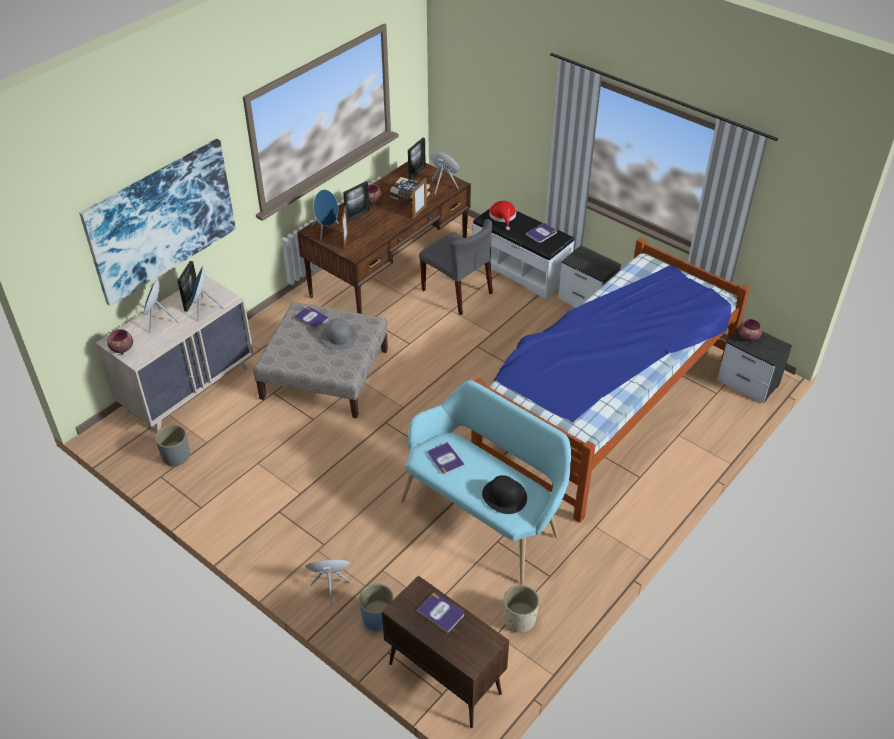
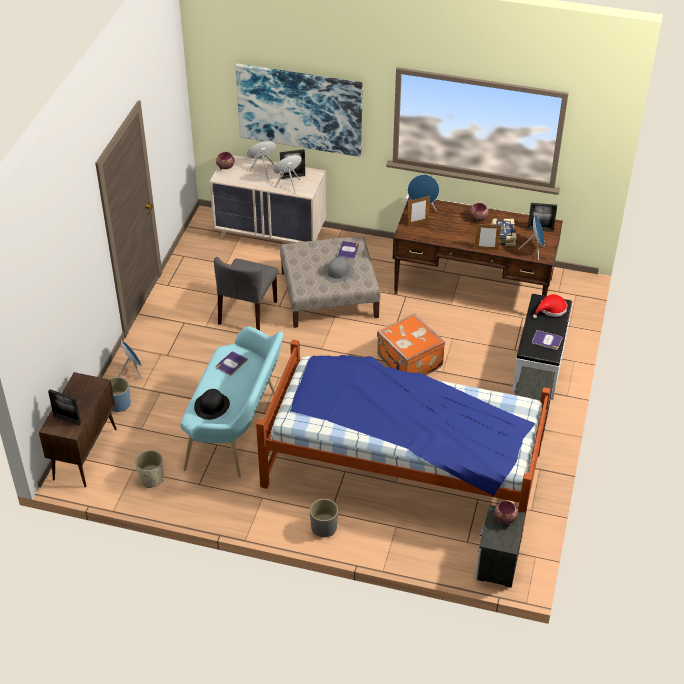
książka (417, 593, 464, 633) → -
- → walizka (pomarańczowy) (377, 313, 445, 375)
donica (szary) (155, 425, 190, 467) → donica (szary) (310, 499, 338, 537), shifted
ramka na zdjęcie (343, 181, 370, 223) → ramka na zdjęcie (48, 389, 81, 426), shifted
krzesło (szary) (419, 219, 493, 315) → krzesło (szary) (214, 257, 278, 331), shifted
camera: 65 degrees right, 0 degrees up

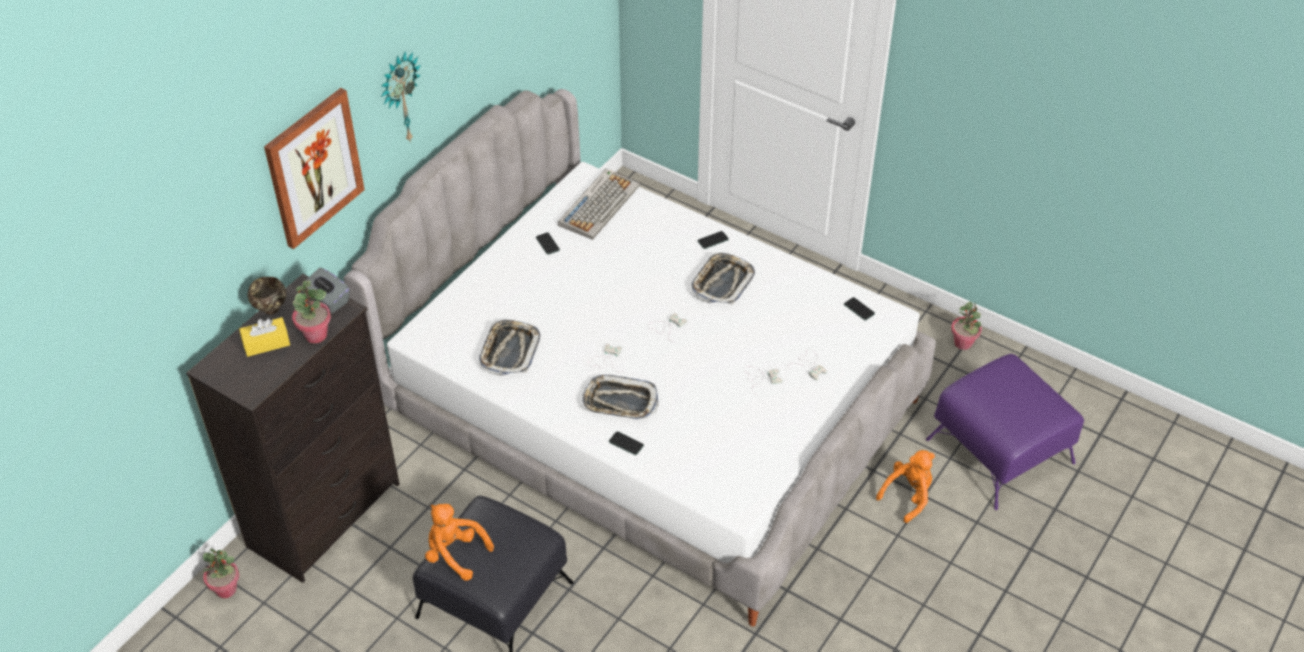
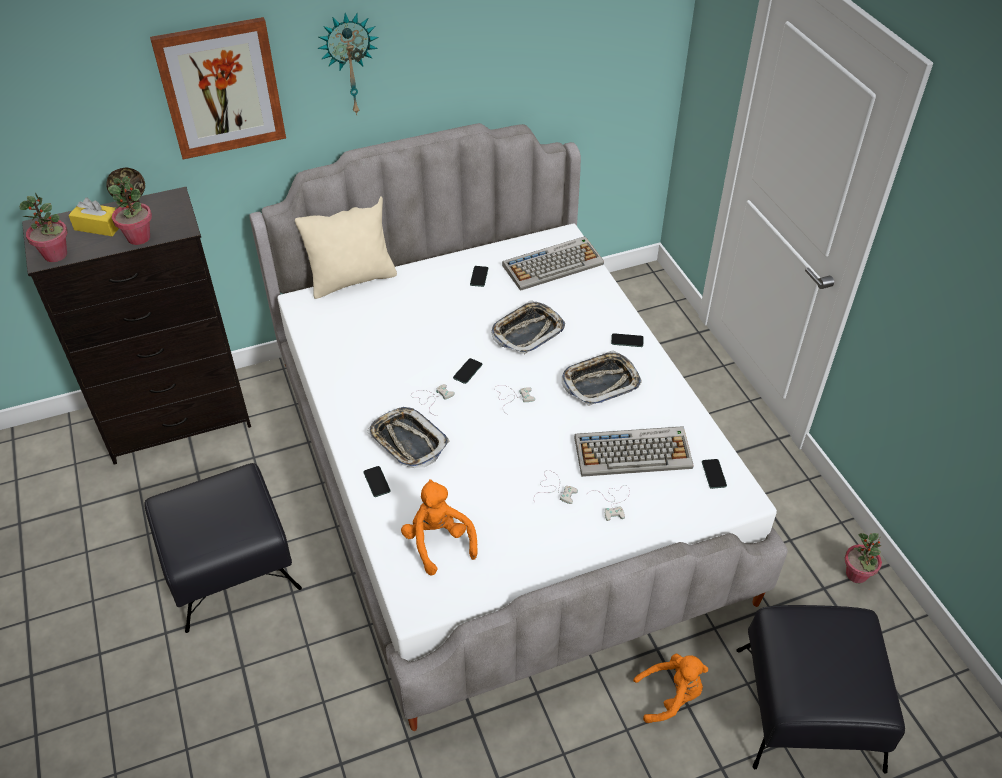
pudełko chusteczek (szary) (301, 268, 350, 314) → -
- → poduszka (beżowy) (295, 196, 397, 299)
- → telefon (453, 358, 482, 384)
- → klawiatura (575, 426, 693, 477)
roślina doniczkowa (203, 548, 239, 598) → roślina doniczkowa (20, 193, 68, 262), shifted
pluszak (pomarańczowy) (425, 504, 494, 580) → pluszak (pomarańczowy) (401, 479, 478, 575), shifted
taca (479, 319, 540, 376) → taca (491, 300, 565, 354), shifted
pufa (fioletowy) (926, 354, 1084, 510) → pufa (czarny) (736, 605, 905, 774)
camera: 35 degrees right, 0 degrees up

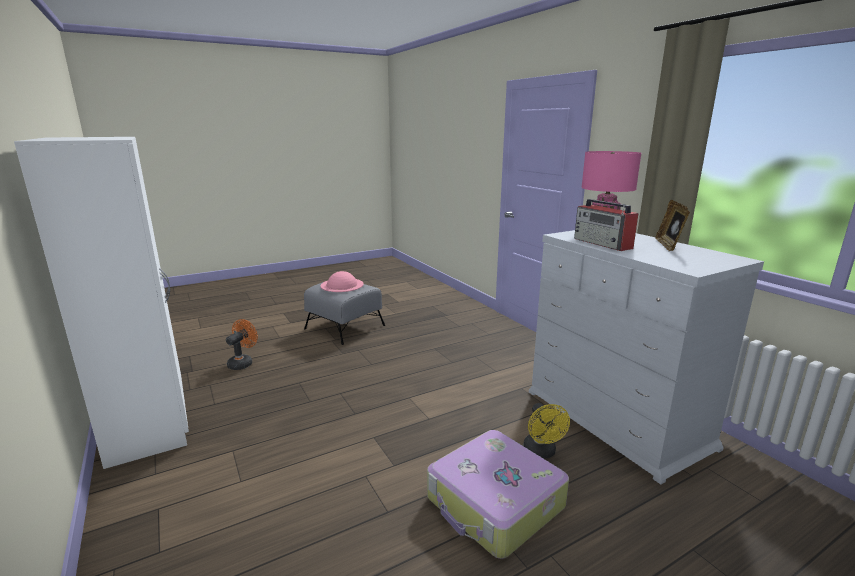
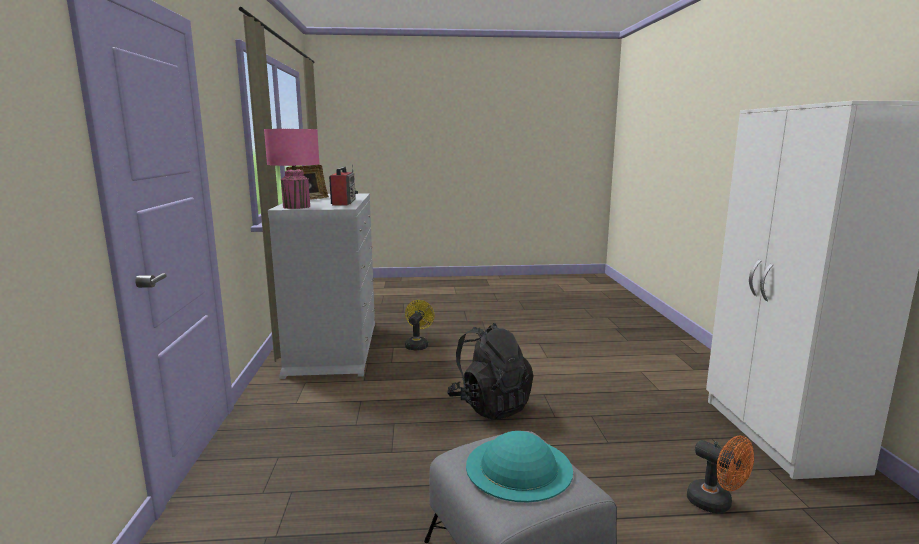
walizka (427, 430, 569, 559) → -
- → plecak (czarny) (447, 323, 533, 420)
kapelusz (różowy) (321, 271, 364, 292) → kapelusz (turkusowy) (466, 431, 573, 503)
wentylator (pomarańczowy) (226, 319, 258, 370) → wentylator (pomarańczowy) (687, 436, 754, 513), 90 degrees counterclockwise
camera: 155 degrees left, 5 degrees down

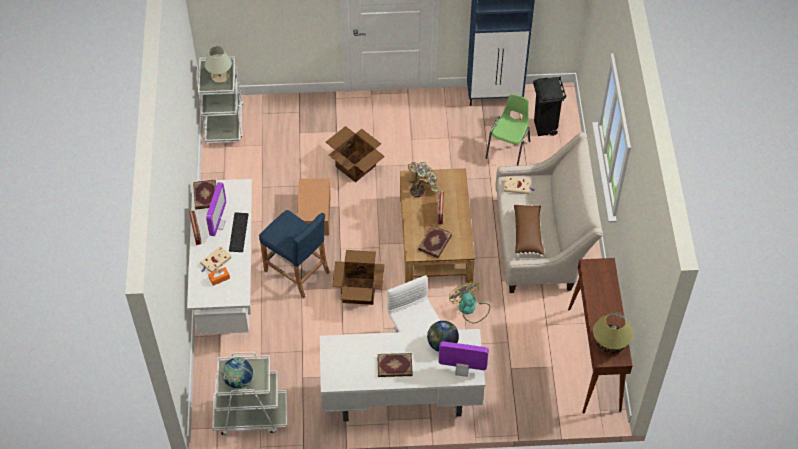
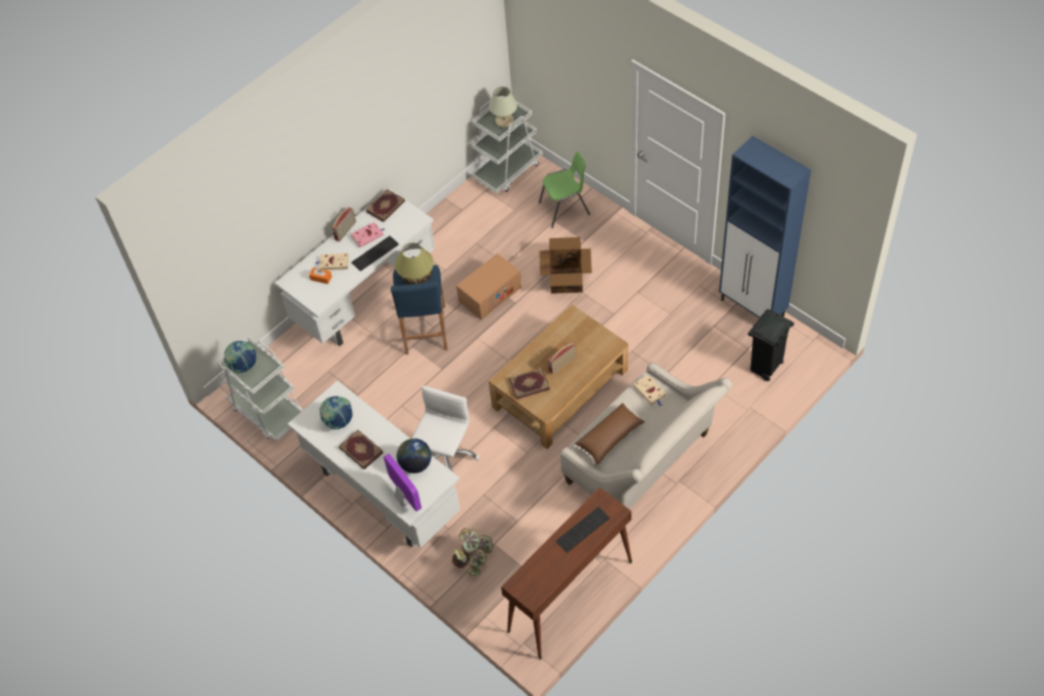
karton (332, 250, 385, 305) → -
wentylator (449, 281, 490, 323) → -
- → globus (319, 396, 352, 429)
- → klawiatura (556, 507, 610, 553)
roślina doniczkowa (408, 162, 439, 197) → roślina doniczkowa (452, 528, 493, 576), shifted
krzesło (zielony) (485, 94, 530, 166) → krzesło (zielony) (539, 151, 590, 228), shifted
lampa stołowa (593, 312, 633, 354) → lampa stołowa (395, 243, 434, 285), shifted
monitor (206, 182, 226, 236) → książka (różowy) (351, 222, 385, 247)
camera: 50 degrees right, 0 degrees up

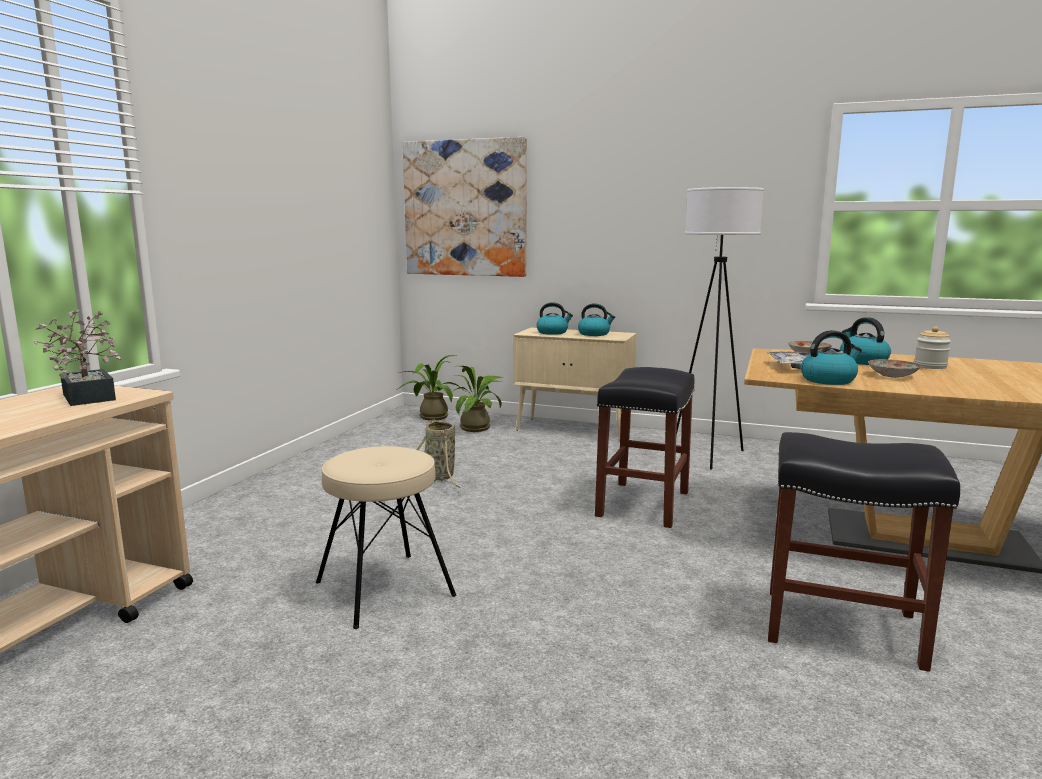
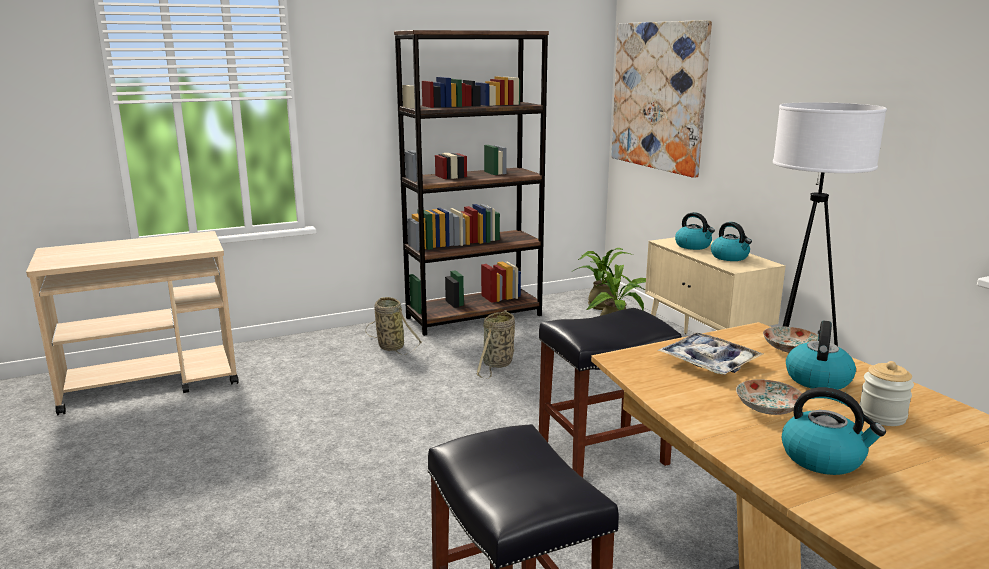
roślina doniczkowa (34, 309, 121, 406) → -
stołek (beżowy) (316, 446, 456, 629) → -
- → koszyk (365, 297, 422, 354)
- → regał (brązowy) (394, 30, 549, 336)
czajnik (801, 330, 862, 385) → czajnik (782, 387, 886, 475), shifted
camera: 45 degrees right, 5 degrees up

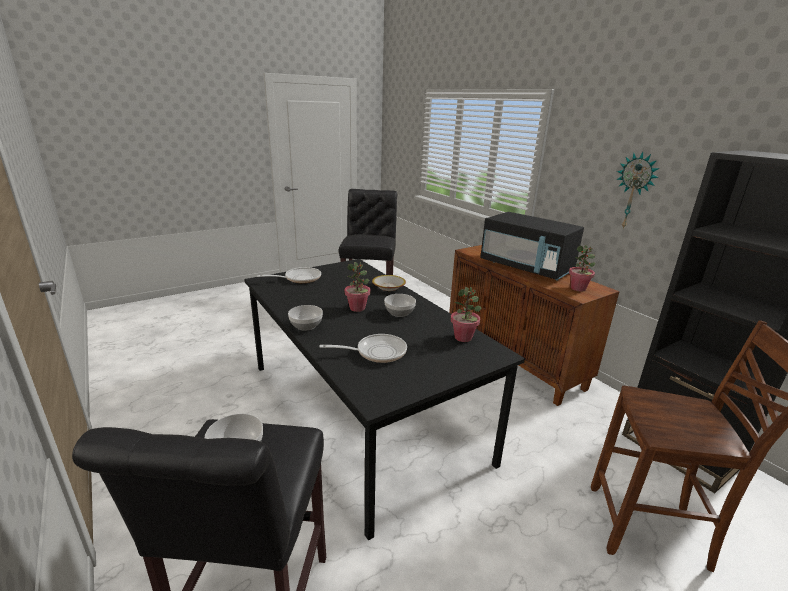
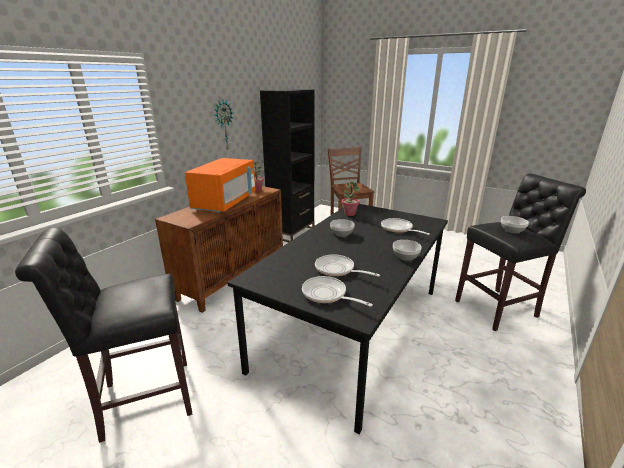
roślina doniczkowa (344, 262, 371, 312) → -
miska (372, 275, 406, 291) → -
- → patelnia (315, 254, 380, 277)
mikrofalówka (czarny) (480, 212, 584, 280) → mikrofalówka (pomarańczowy) (185, 158, 256, 213)
camera: 115 degrees left, 0 degrees up

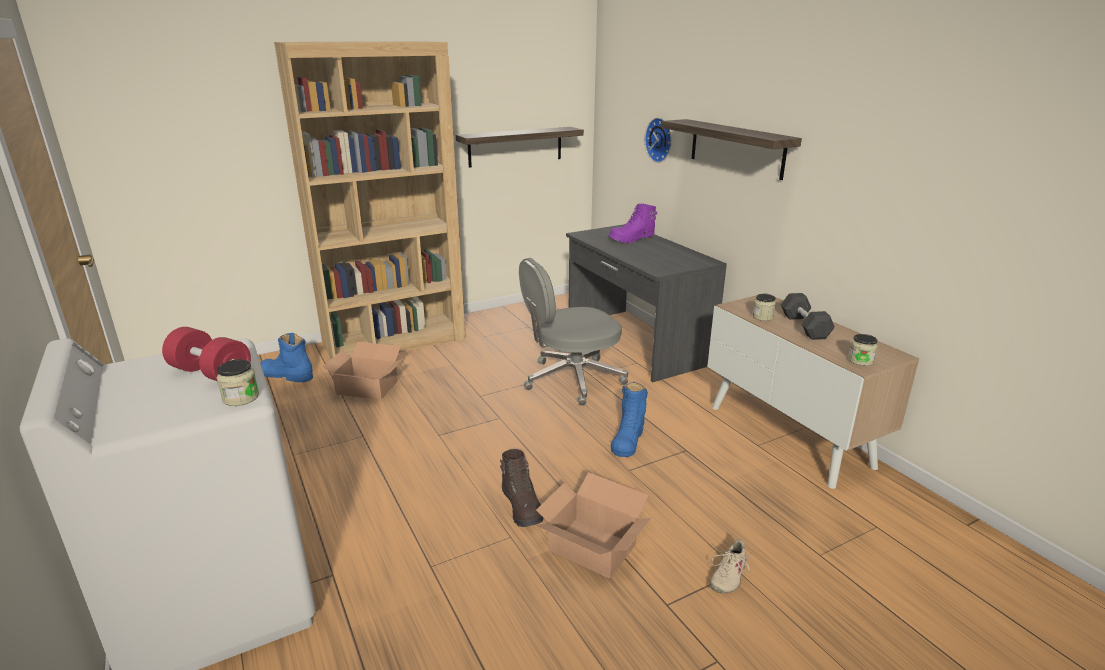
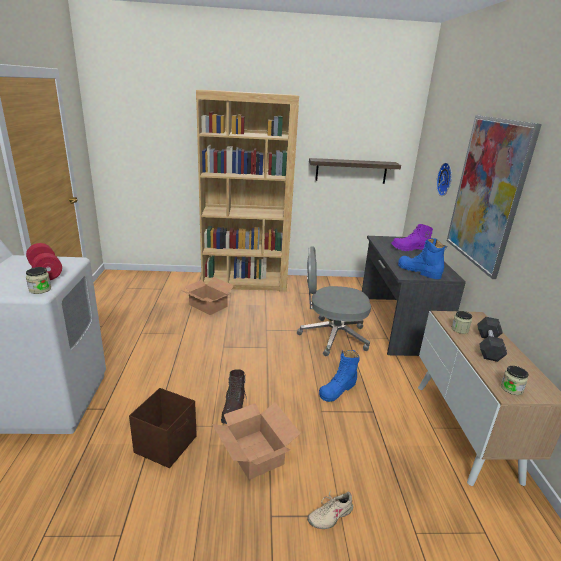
- → pojemnik do przechowywania (brązowy) (129, 388, 197, 468)
but z cholewką (niebieski) (260, 333, 313, 382) → but z cholewką (niebieski) (398, 238, 447, 279), shifted
półka (662, 119, 802, 180) → obraz (447, 115, 542, 279)
camera: 25 degrees right, 0 degrees up

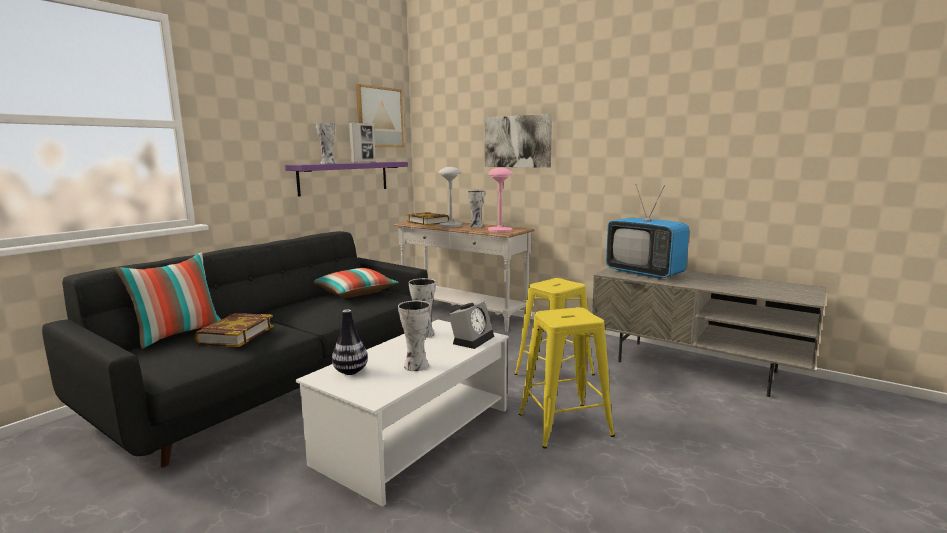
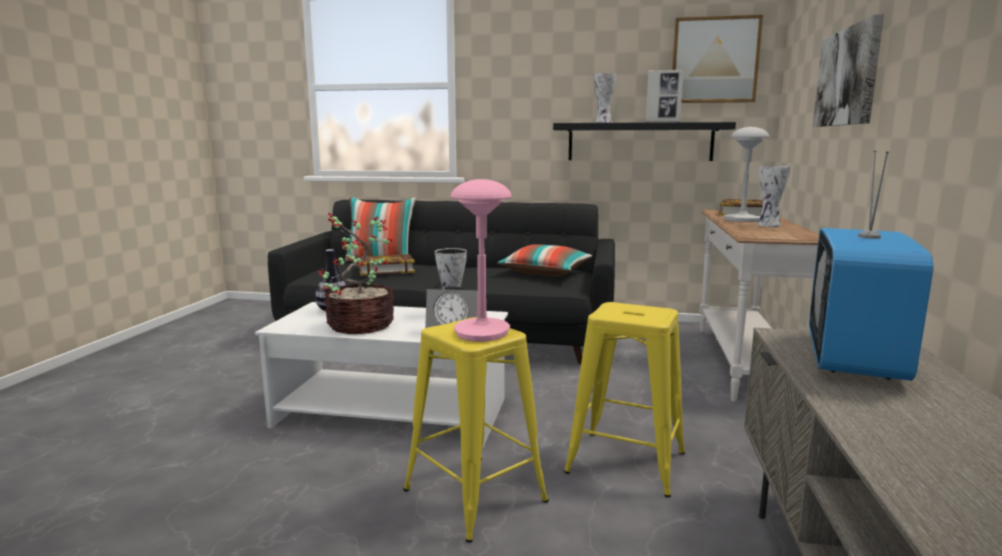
lampa stołowa (różowy) (488, 168, 513, 233) → lampa stołowa (różowy) (450, 179, 512, 342), shifted
wazon (398, 300, 430, 371) → roślina doniczkowa (318, 213, 394, 334)
półka (fioletowy) (285, 162, 408, 197) → półka (czarny) (553, 122, 736, 161)
camera: 65 degrees right, 0 degrees up

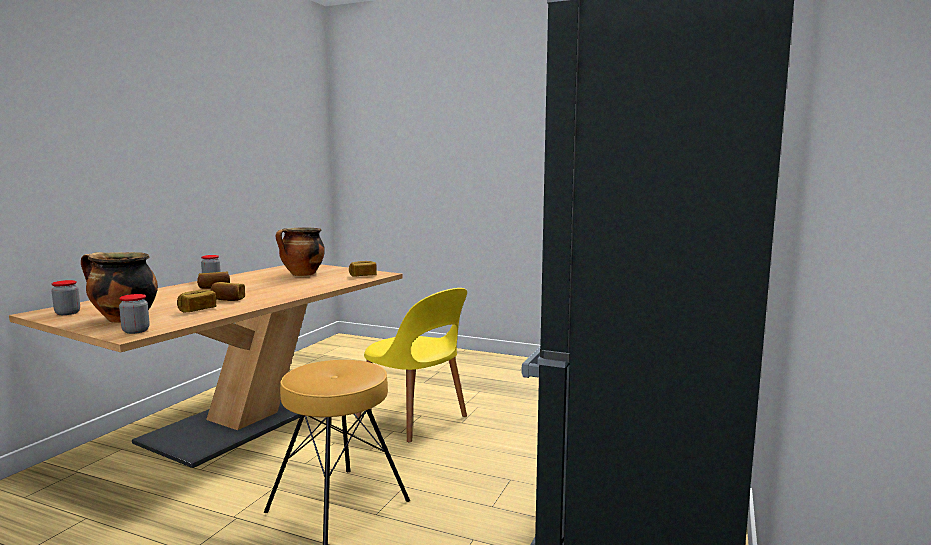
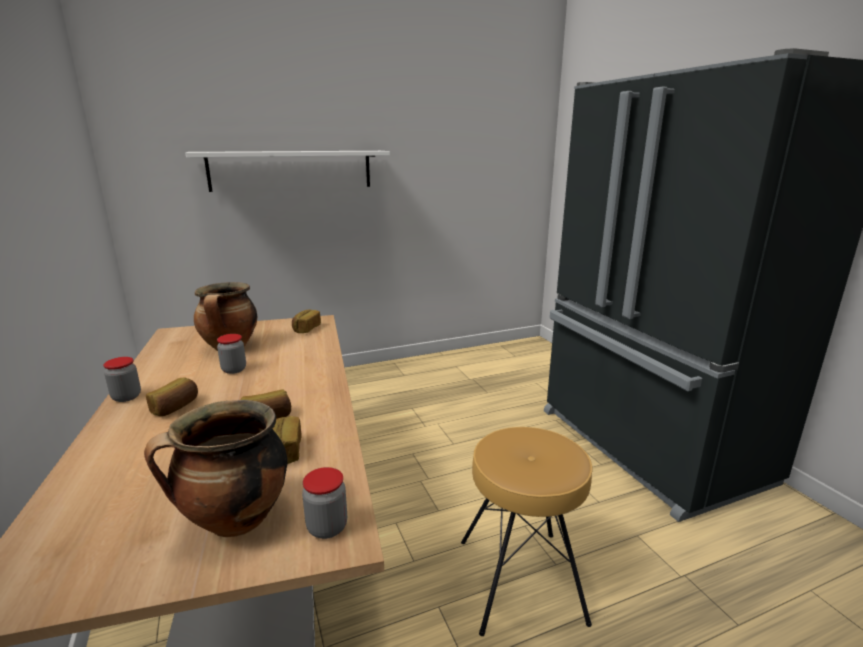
krzesło (żółty) (355, 288, 467, 442) → -
- → półka (biały) (186, 151, 390, 192)
słoik (51, 280, 80, 315) → słoik (217, 334, 246, 374), shifted
camera: 45 degrees left, 10 degrees up

